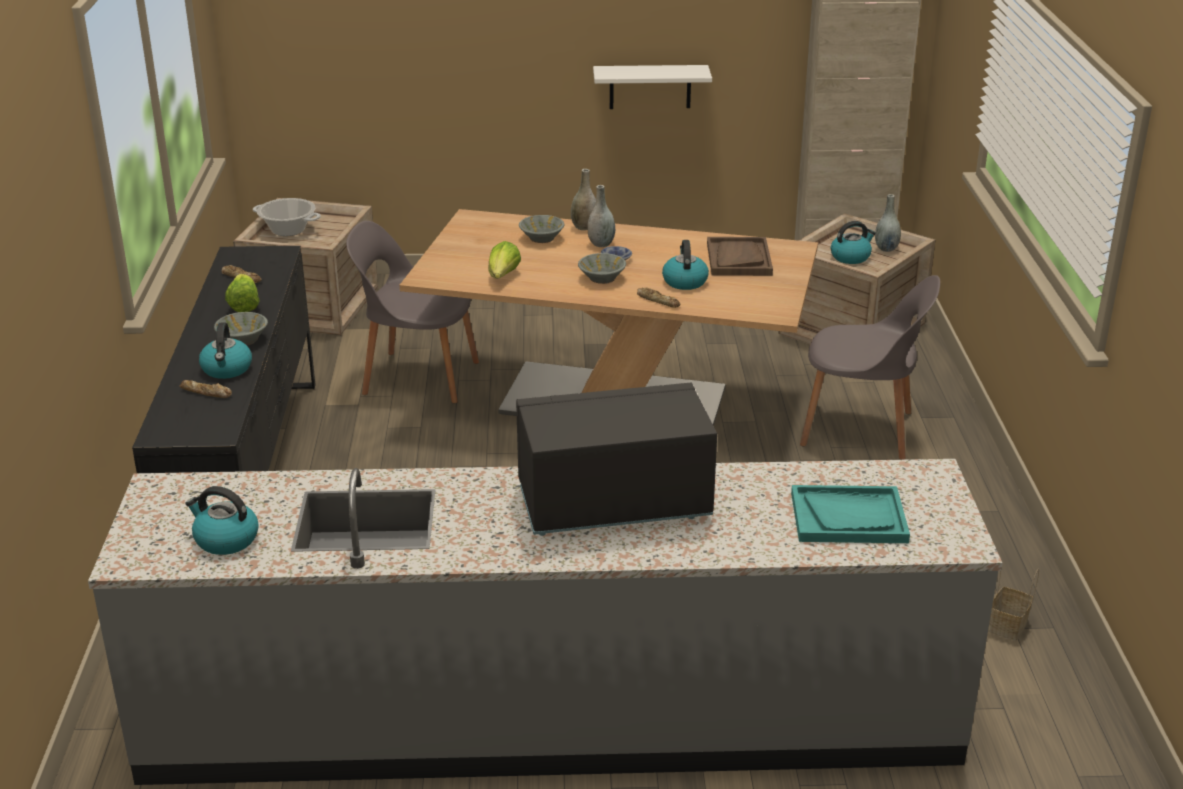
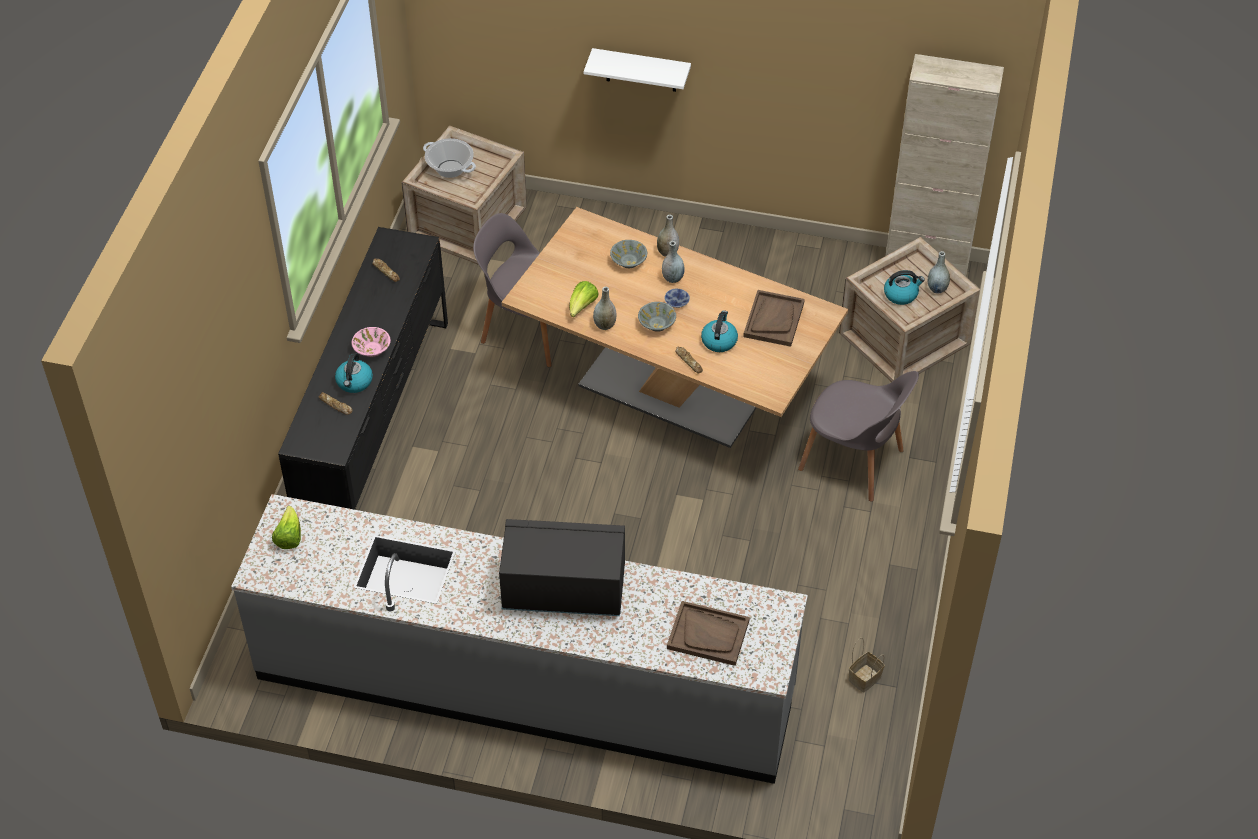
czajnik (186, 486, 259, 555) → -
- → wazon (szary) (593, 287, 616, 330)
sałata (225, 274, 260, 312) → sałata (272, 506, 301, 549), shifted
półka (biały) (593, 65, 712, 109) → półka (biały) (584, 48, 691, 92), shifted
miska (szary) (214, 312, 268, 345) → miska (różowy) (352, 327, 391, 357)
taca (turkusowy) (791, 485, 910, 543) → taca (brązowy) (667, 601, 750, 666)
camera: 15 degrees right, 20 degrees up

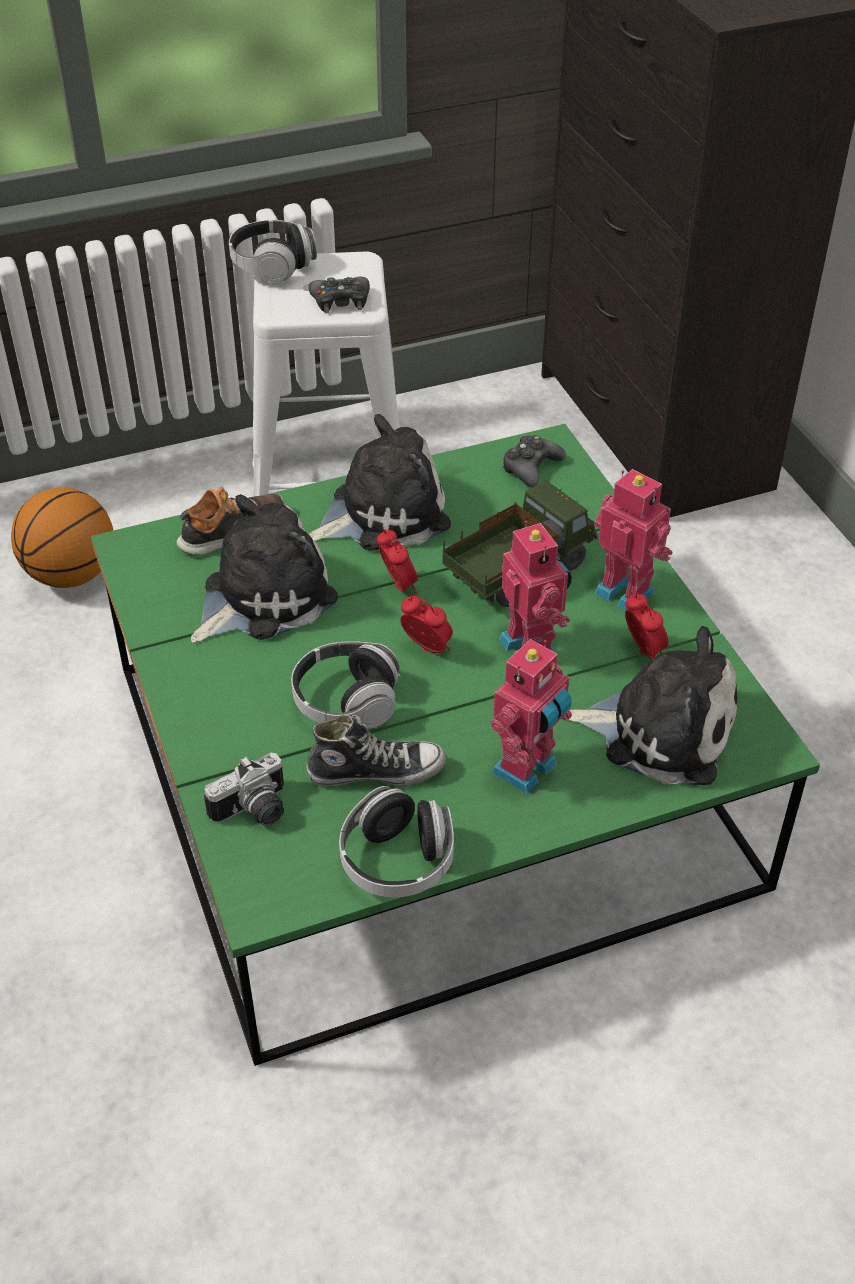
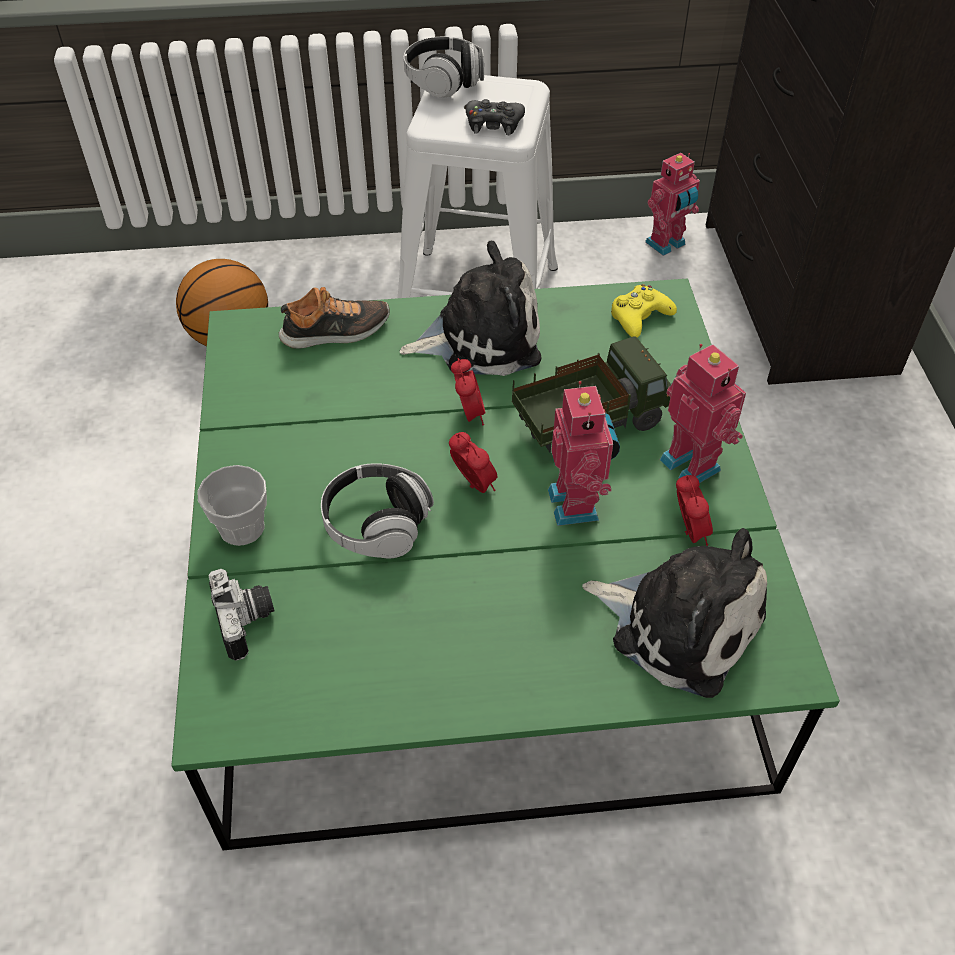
pluszak (191, 494, 338, 644) → -
but (307, 715, 446, 786) → -
słuchawki (339, 786, 454, 897) → -
- → filiżanka (197, 465, 267, 546)
robot zabawkowy (490, 639, 572, 794) → robot zabawkowy (645, 153, 700, 256), shifted
pad do gier (czarny) (502, 435, 566, 487) → pad do gier (żółty) (611, 284, 677, 337)
aparat fotograficzny (204, 753, 284, 826) → aparat fotograficzny (208, 569, 275, 661), 90 degrees counterclockwise
camera: 15 degrees right, 5 degrees up

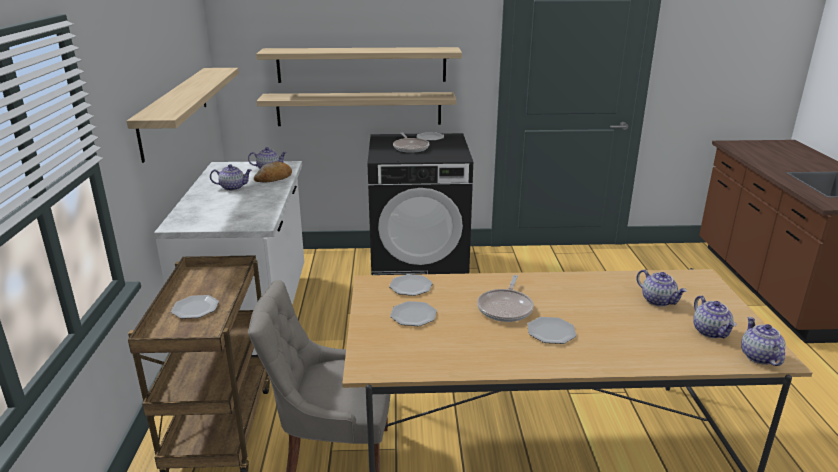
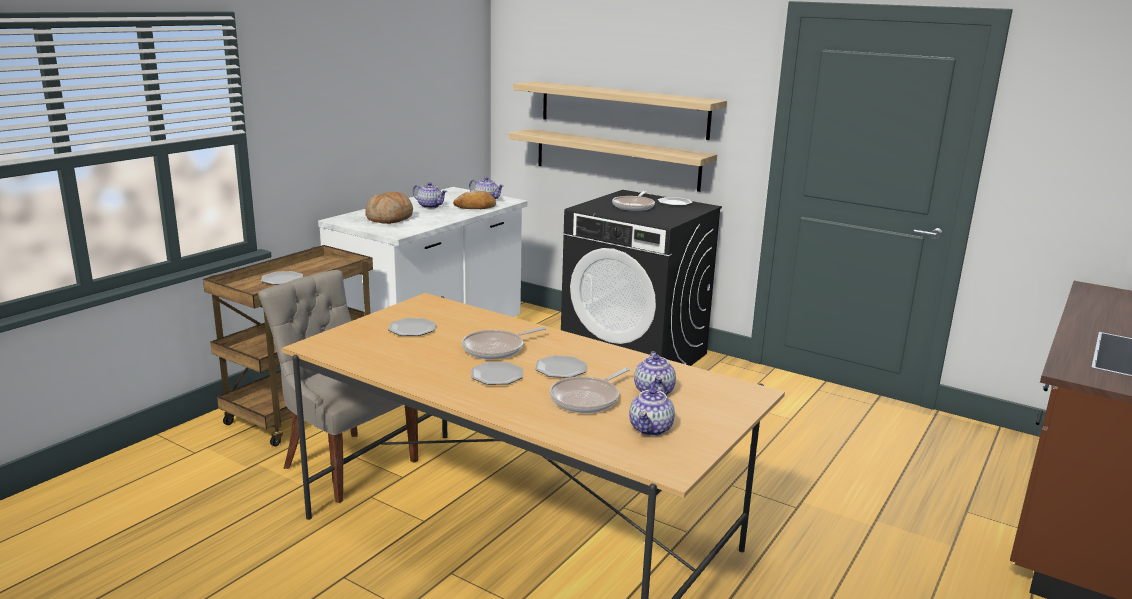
półka (127, 68, 239, 163) → -
imbryk (741, 317, 786, 366) → -
- → chleb (365, 192, 413, 224)
- → patelnia (549, 368, 630, 413)
talerz (389, 274, 433, 296) → talerz (535, 355, 587, 378), shifted
camera: 35 degrees right, 5 degrees down

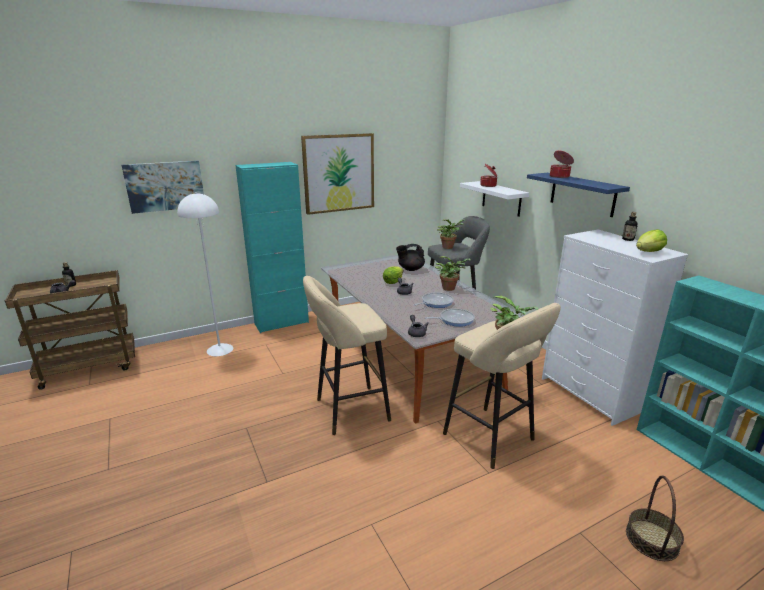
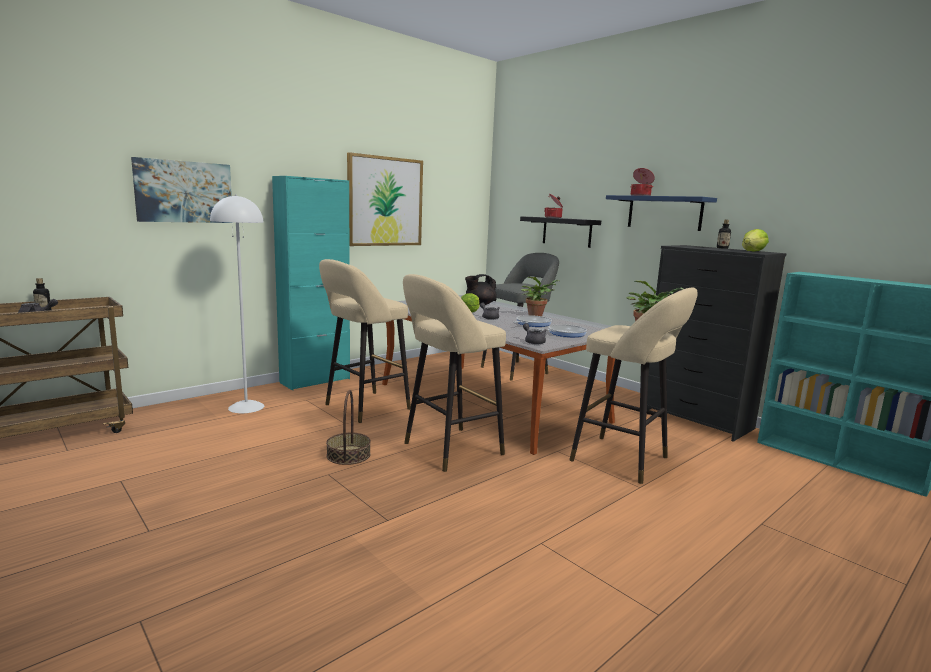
roślina doniczkowa (437, 219, 466, 249) → -
- → stołek (beżowy) (319, 259, 411, 423)
koszyk (626, 476, 684, 561) → koszyk (326, 390, 371, 465), shifted
półka (biały) (460, 181, 529, 217) → półka (czarny) (520, 216, 601, 248)
komoda (biały) (542, 230, 689, 426) → komoda (czarny) (647, 245, 787, 442)
camera: 15 degrees left, 10 degrees down

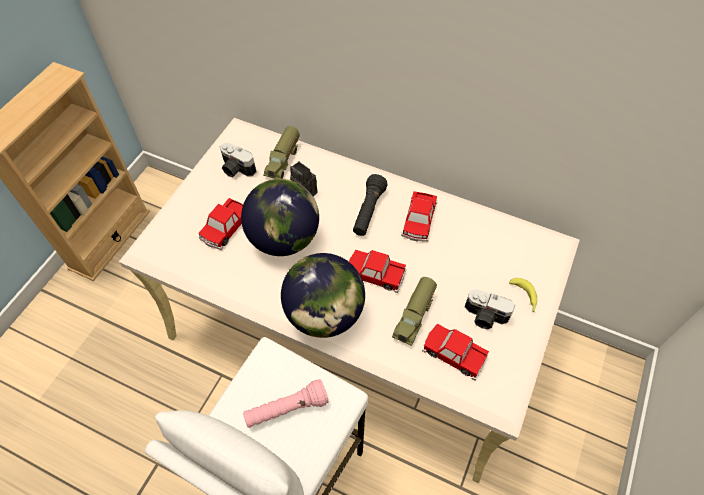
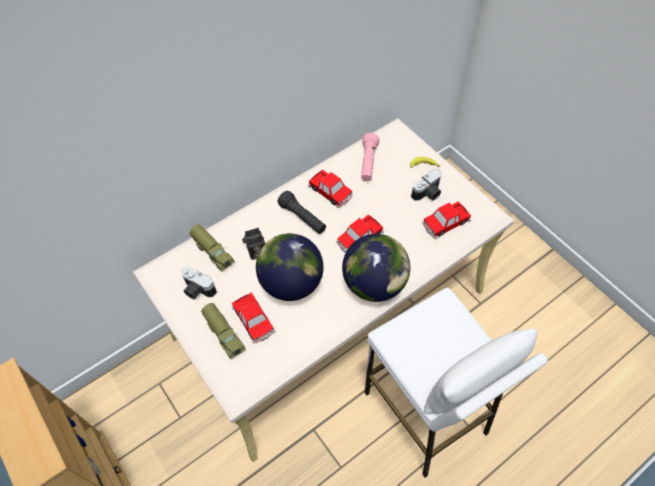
latarka (różowy) (243, 379, 329, 428) → latarka (różowy) (361, 133, 379, 181), shifted
ciężarówka zabawkowa (392, 277, 437, 346) → ciężarówka zabawkowa (201, 303, 246, 359), shifted
aparat fotograficzny (220, 143, 257, 177) → aparat fotograficzny (181, 267, 217, 299), 60 degrees clockwise
camera: 60 degrees left, 0 degrees up

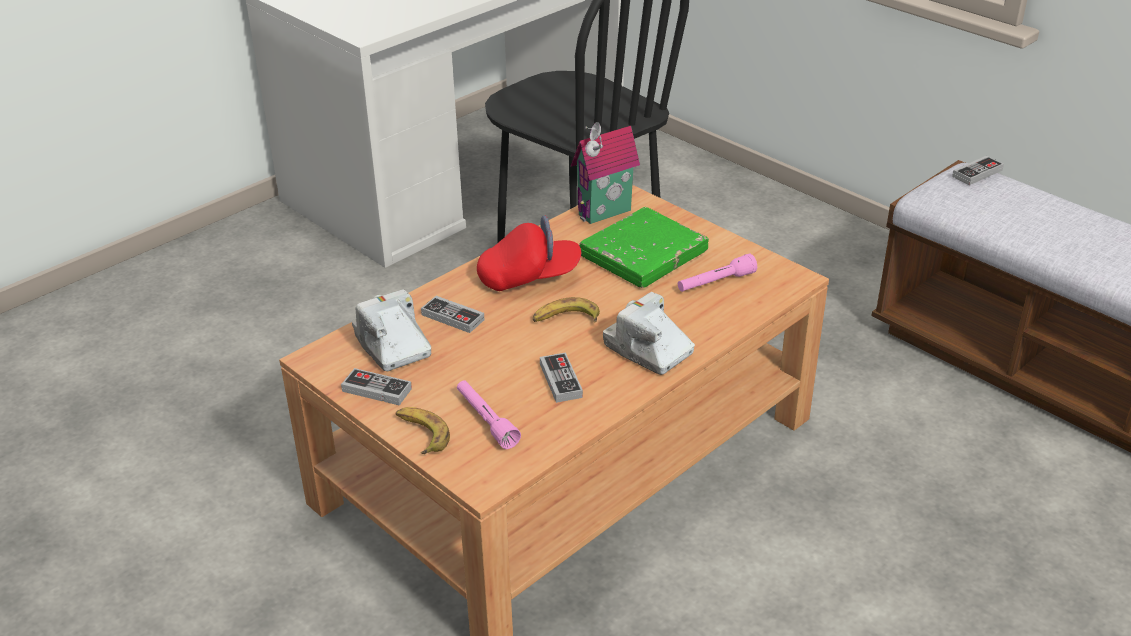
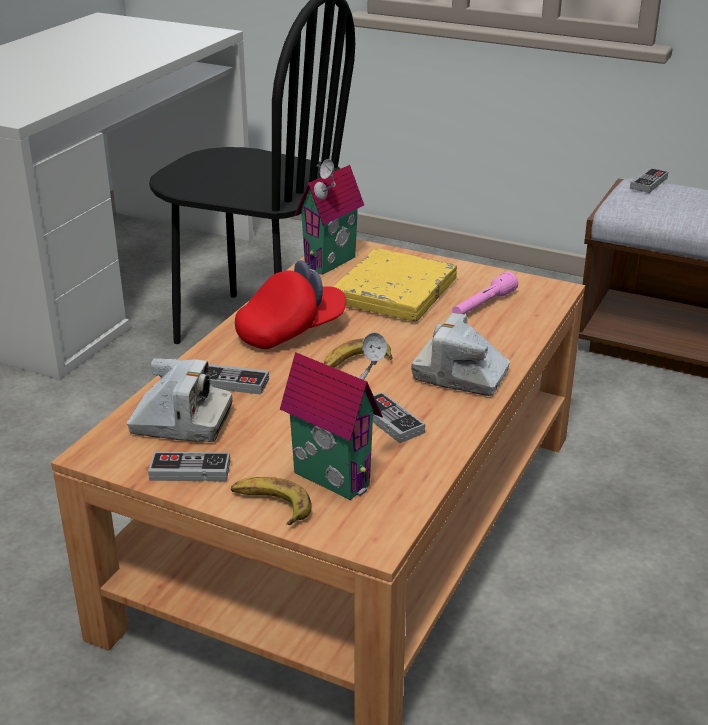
latarka (różowy) (457, 380, 521, 449) → domek (280, 332, 387, 500)
książka (zielony) (579, 207, 709, 288) → książka (żółty) (333, 248, 457, 321)
aparat fotograficzny (352, 289, 431, 371) → aparat fotograficzny (127, 358, 233, 442), 150 degrees clockwise
camera: 20 degrees left, 5 degrees down

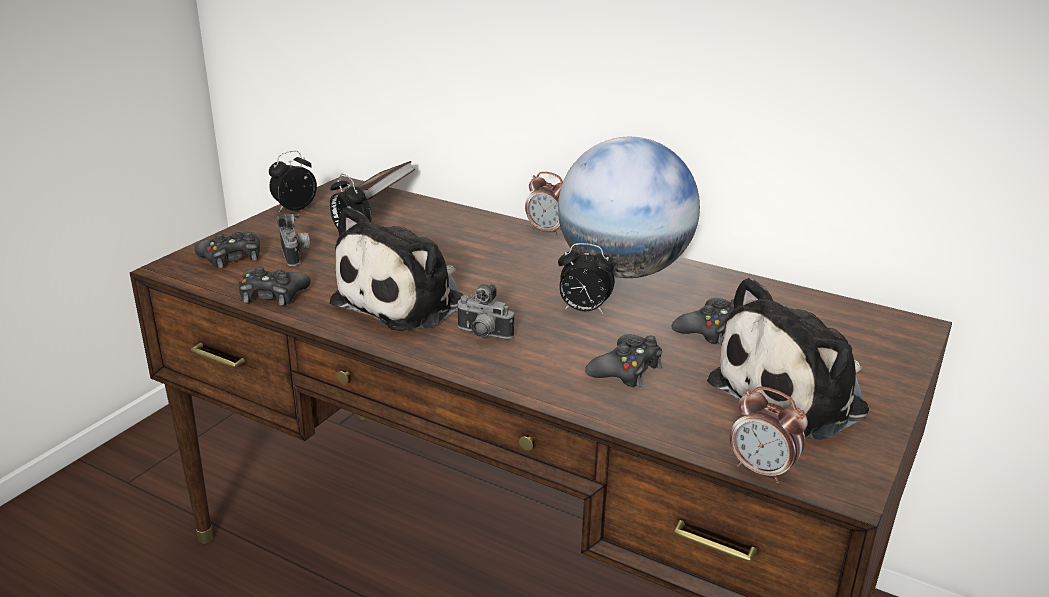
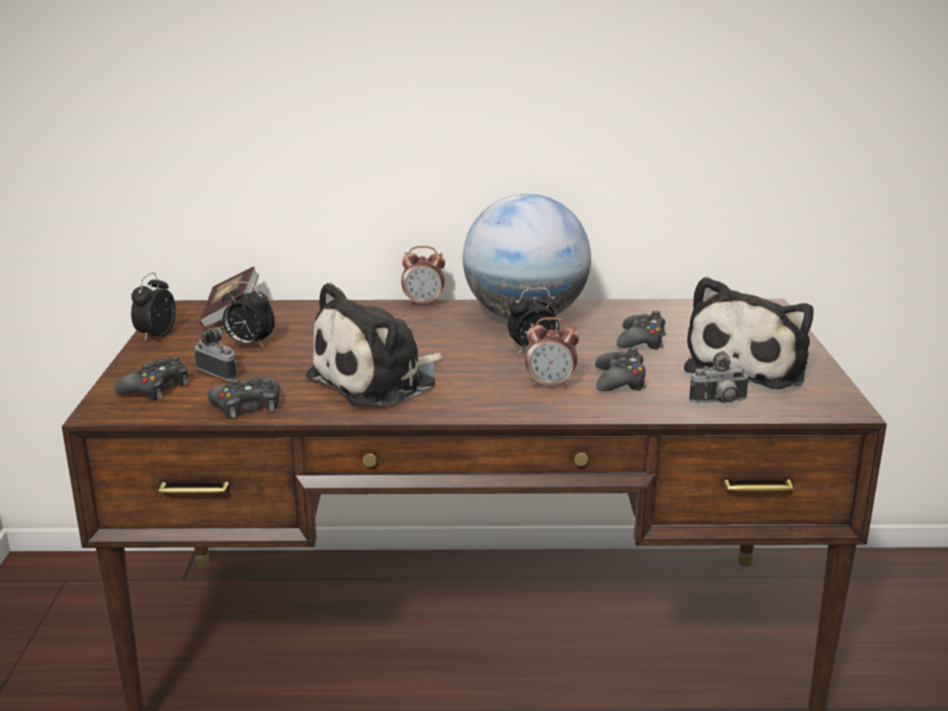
aparat fotograficzny (456, 284, 514, 339) → aparat fotograficzny (689, 351, 750, 403), shifted
budzik (730, 386, 808, 484) → budzik (525, 317, 579, 389), shifted
pluszak (329, 206, 464, 331) → pluszak (306, 282, 442, 405), 45 degrees clockwise
camera: 30 degrees left, 5 degrees down

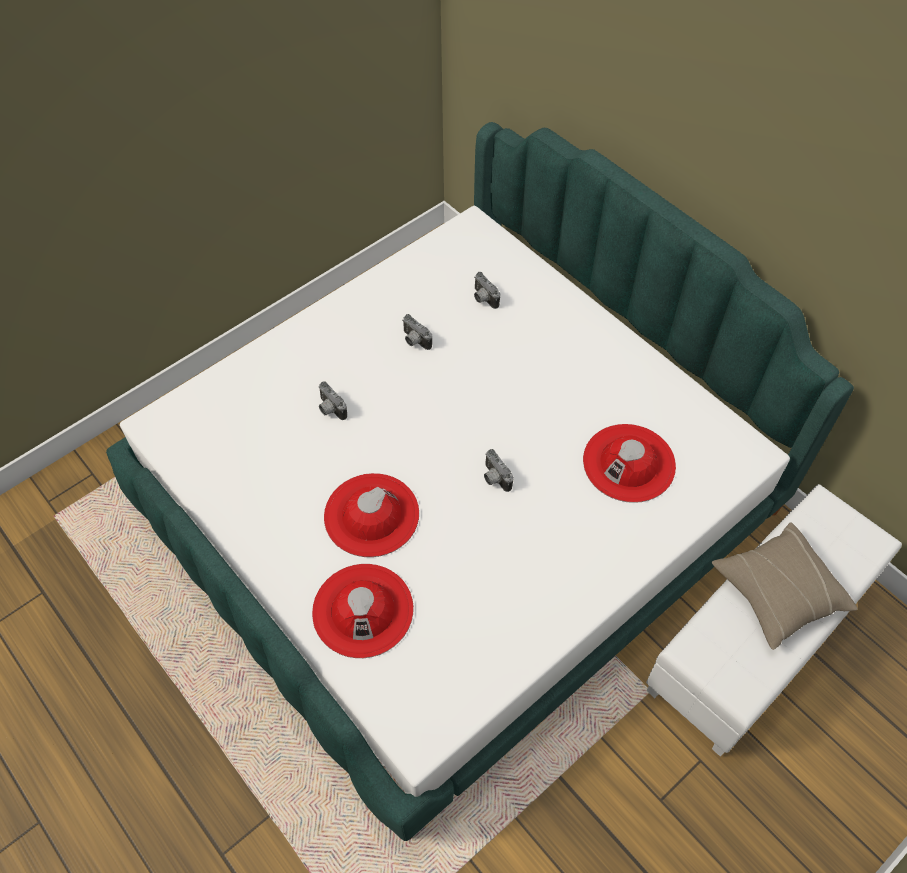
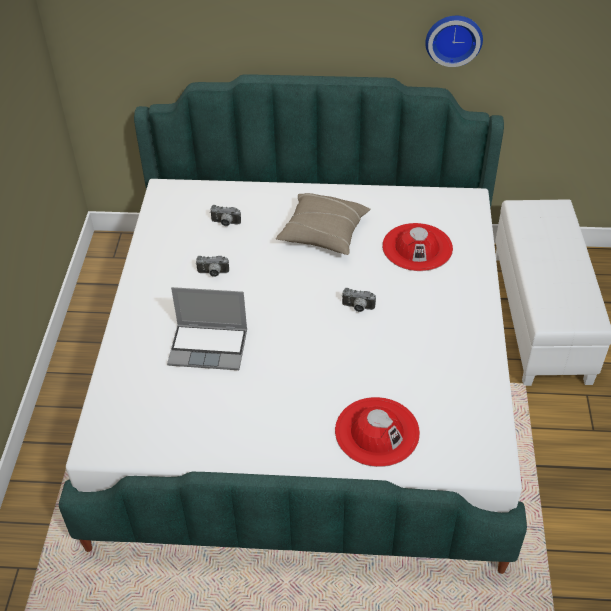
kapelusz (czerwony) (324, 473, 419, 557) → -
- → zegar ścienny (425, 16, 483, 67)
poduszka (beżowy) (712, 522, 858, 650) → poduszka (beżowy) (276, 193, 370, 255), shifted
aparat fotograficzny (319, 381, 347, 420) → laptop (167, 287, 247, 370)
camera: 45 degrees left, 10 degrees down

